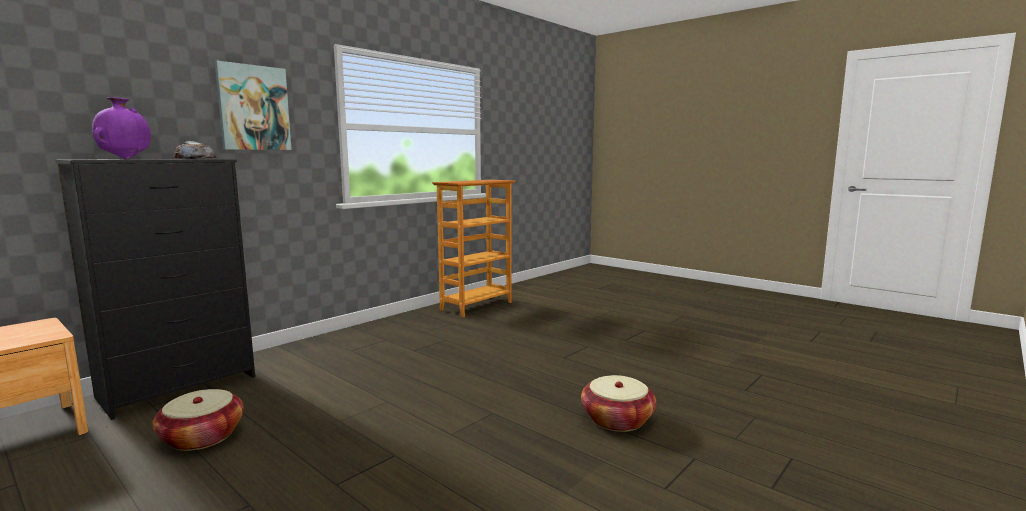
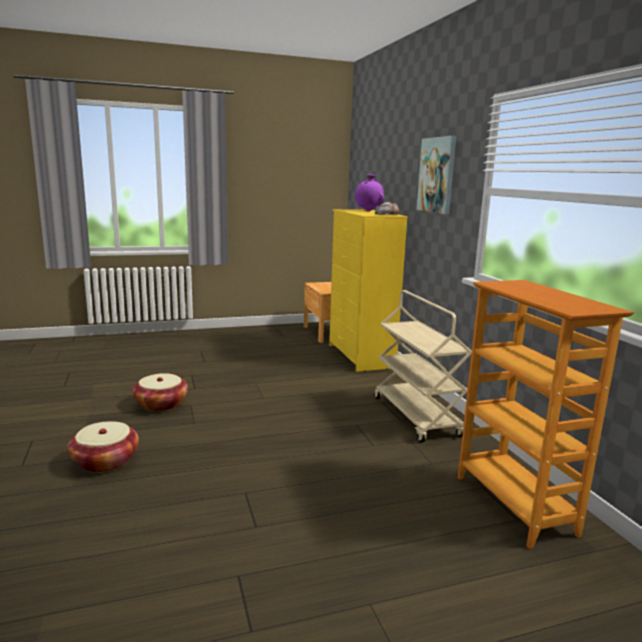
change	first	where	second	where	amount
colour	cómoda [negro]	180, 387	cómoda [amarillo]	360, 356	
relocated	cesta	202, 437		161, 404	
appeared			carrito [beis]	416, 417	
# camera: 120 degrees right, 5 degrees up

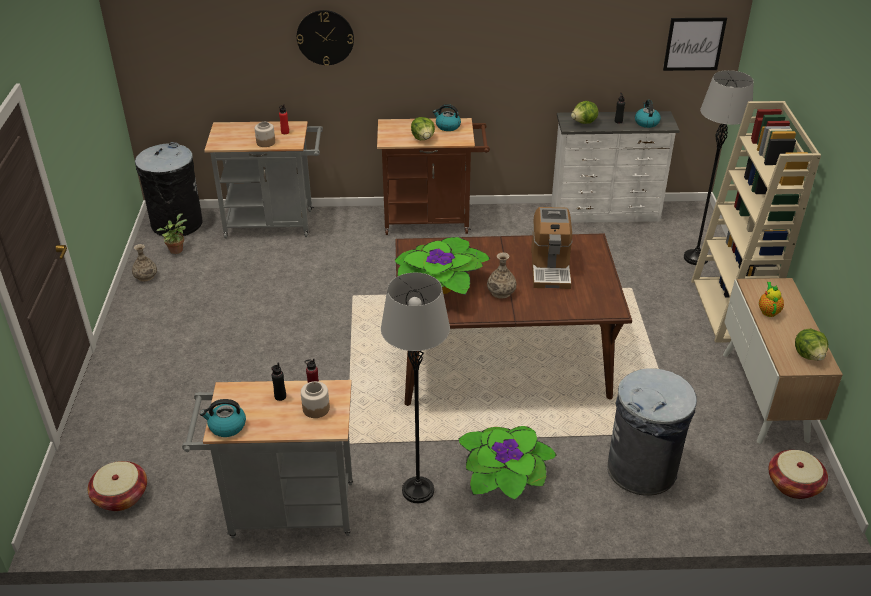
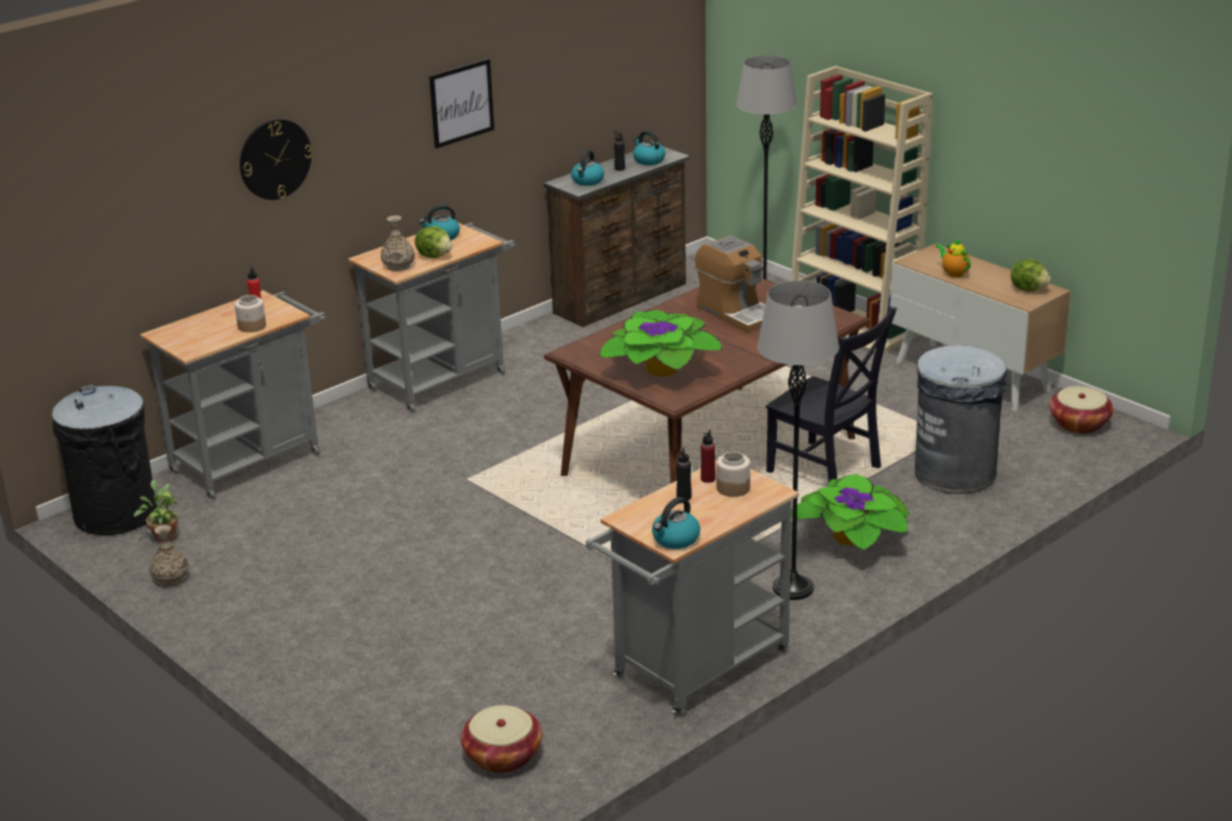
change	first	where	second	where	amount
colour	carrito [marrón]	432, 220	carrito [gris]	444, 378	
relocated	florero	501, 292		398, 266	
colour	cómoda [blanco]	606, 213	cómoda [marrón]	622, 299	
exchanged	lechuga	584, 122	hervidor	587, 181	
relocated	cuadro	694, 44		461, 103	
appeared			silla [negro]	827, 472	
# camera: 40 degrees left, 10 degrees down

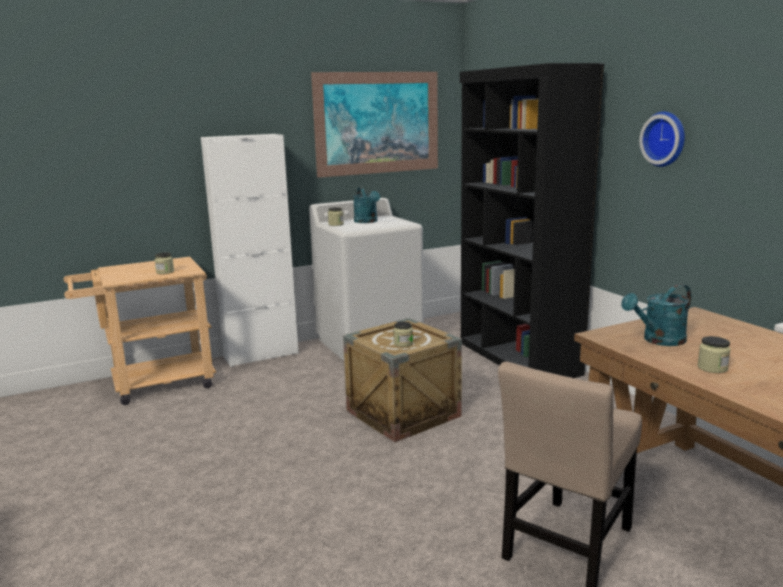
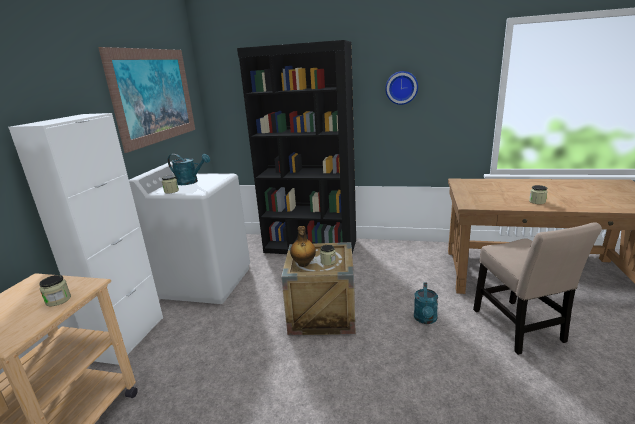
change	first	where	second	where	amount
relocated	regadera [turquesa]	658, 340		425, 319	
appeared			botella	303, 264	
# camera: 50 degrees left, 5 degrees up

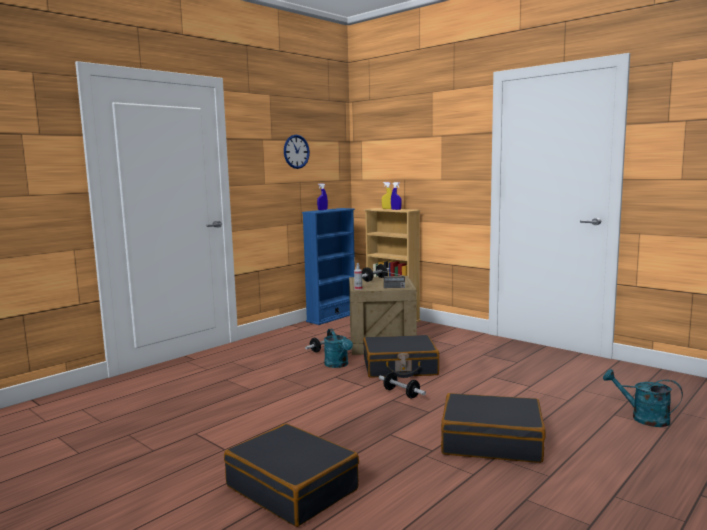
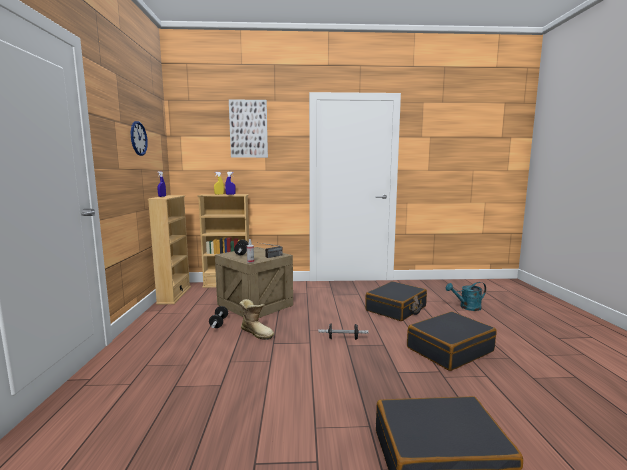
change	first	where	second	where	amount
colour	estantería [azul]	332, 317	estantería [beis]	174, 295	
exchanged	regadera [turquesa]	338, 365	bota	257, 332	
relocated	maleta [negro]	399, 368		396, 309	
appeared			cuadro	248, 129	
# camera: 45 degrees left, 0 degrees up

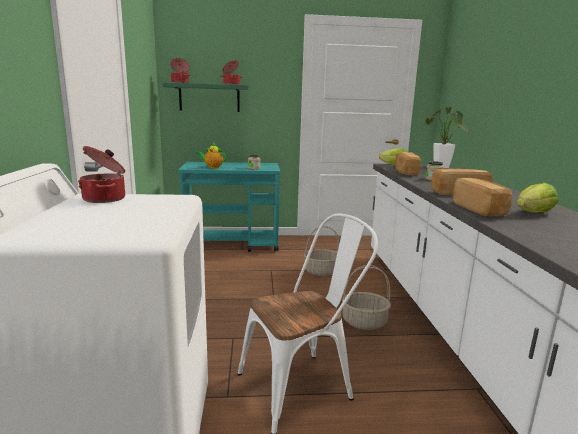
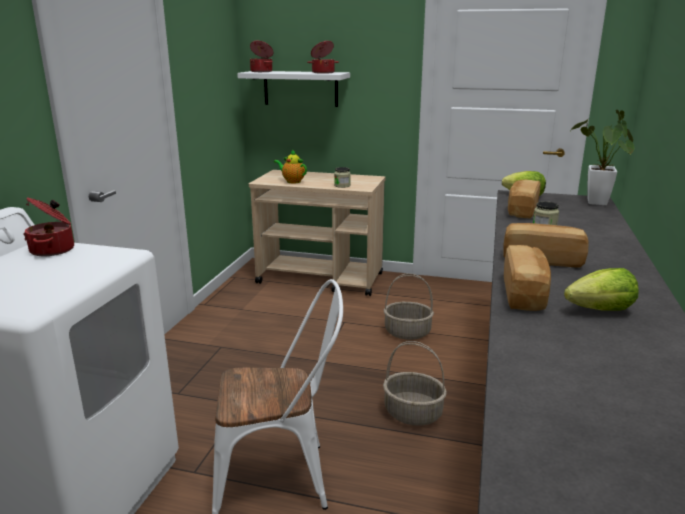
change	first	where	second	where	amount
colour	estante [verde]	209, 98	estante [blanco]	300, 88	
colour	carrito [turquesa]	233, 244	carrito [beis]	321, 278	
# camera: 20 degrees right, 5 degrees up

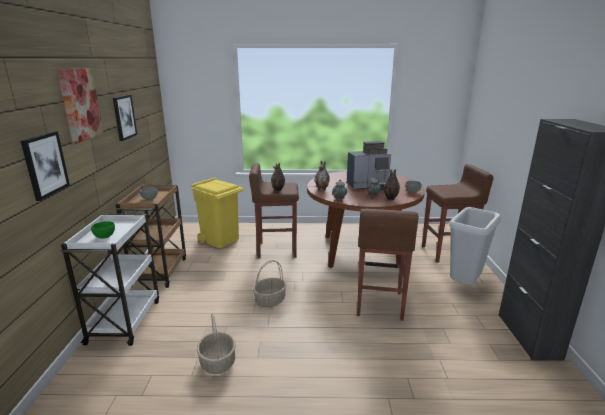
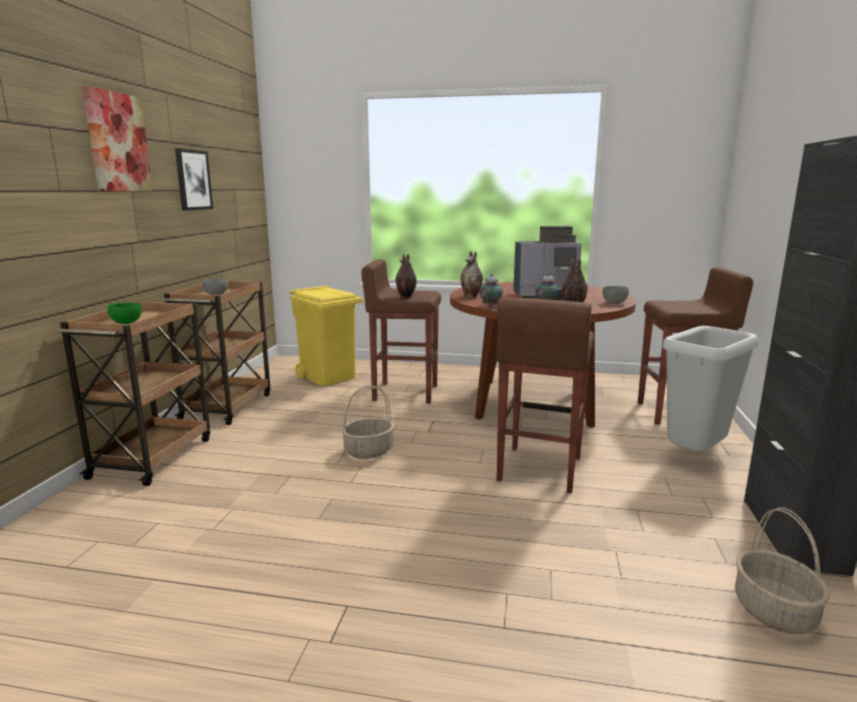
change	first	where	second	where	amount
missing	cuadro	45, 164			
colour	carrito [blanco]	125, 320	carrito [marrón]	154, 457	
relocated	cesta	218, 362		775, 611	
# camera: 10 degrees right, 5 degrees down

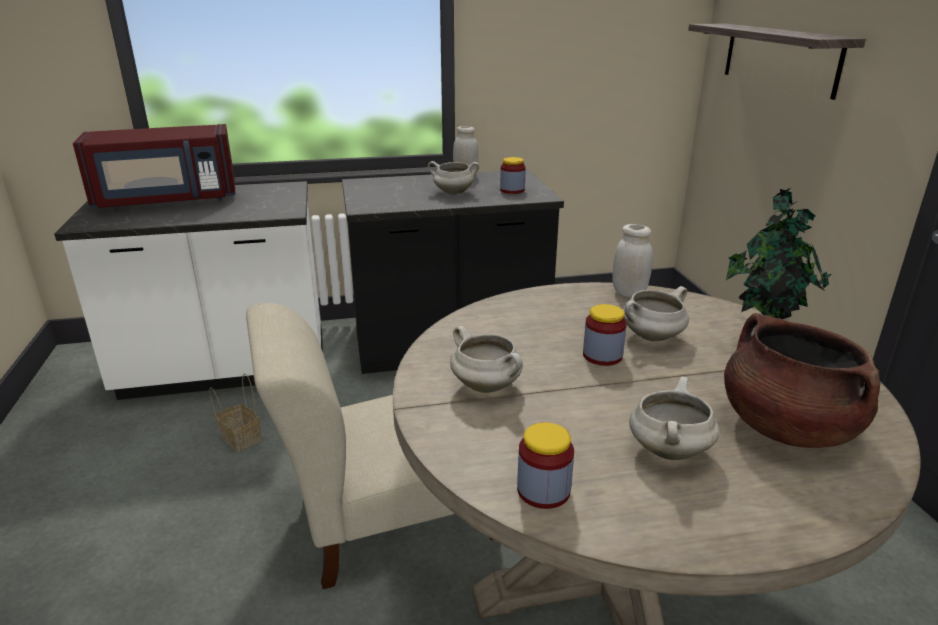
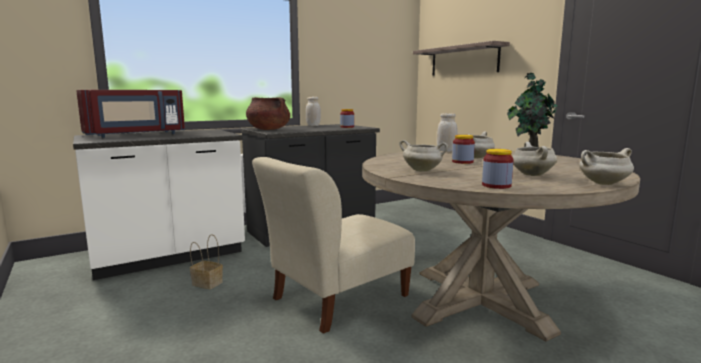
change	first	where	second	where	amount
relocated	olla [blanco]	453, 193		603, 183	
relocated	olla [marrón]	786, 427		268, 129	
# camera: 20 degrees left, 15 degrees down

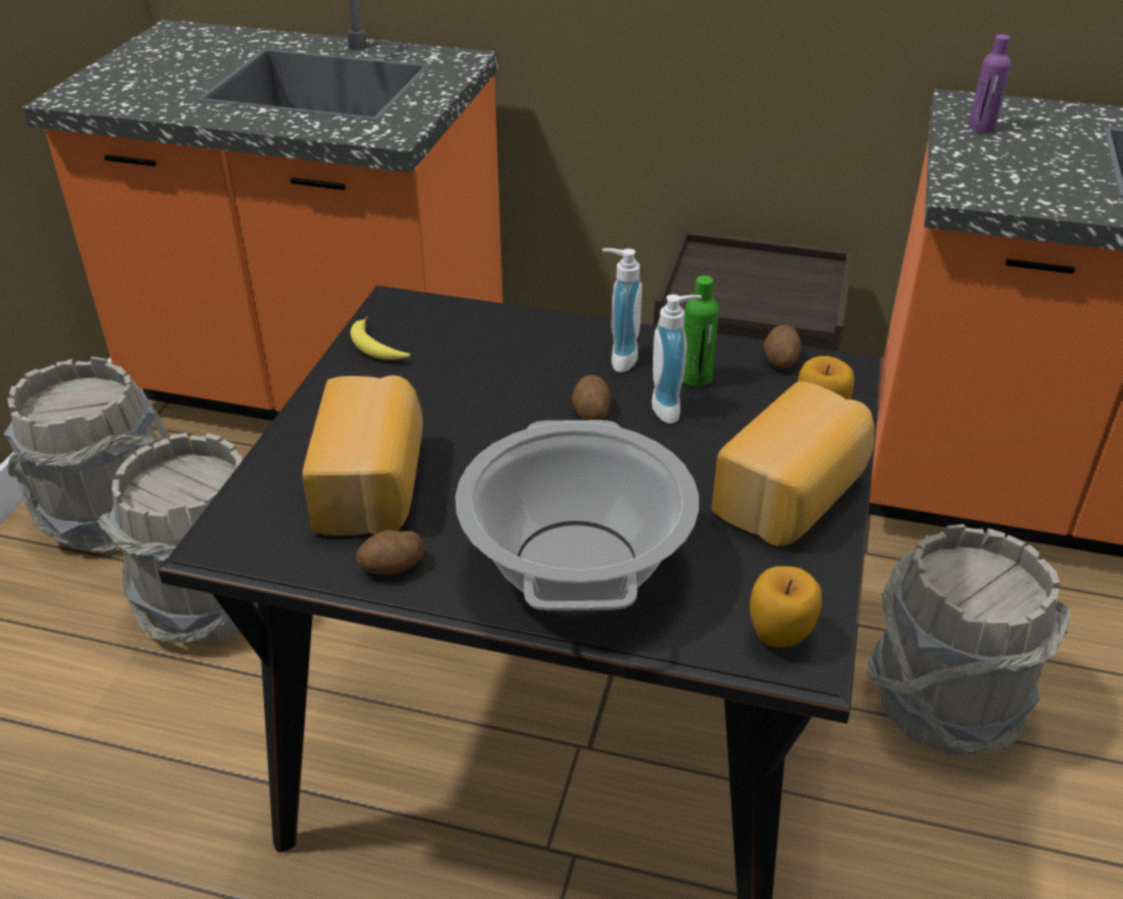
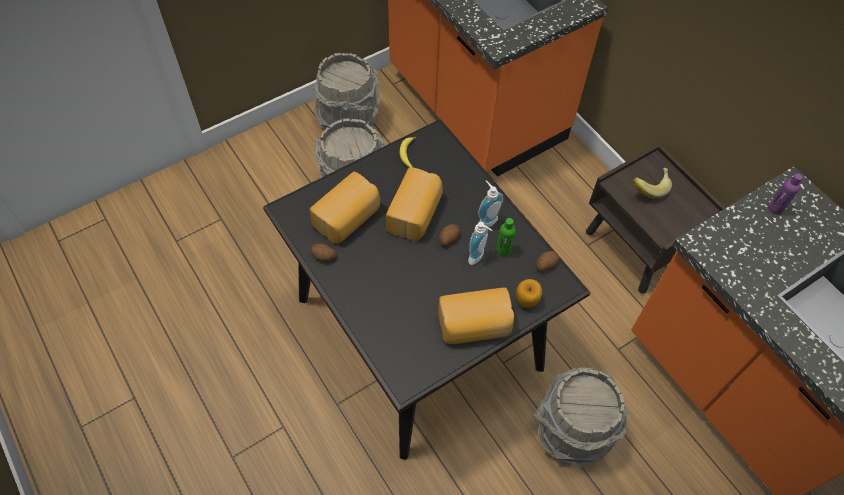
change	first	where	second	where	amount
missing	olla	575, 564			
missing	manzana	779, 637			
appeared			pan	416, 214	
appeared			plátano	649, 187	
# camera: 40 degrees right, 20 degrees up

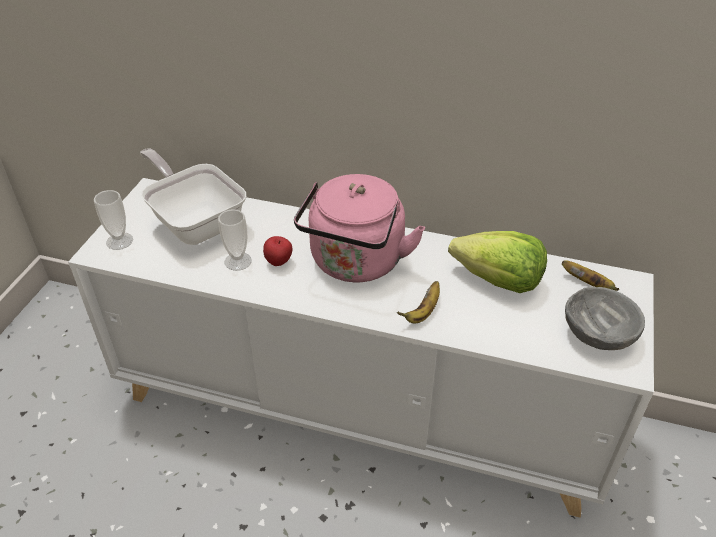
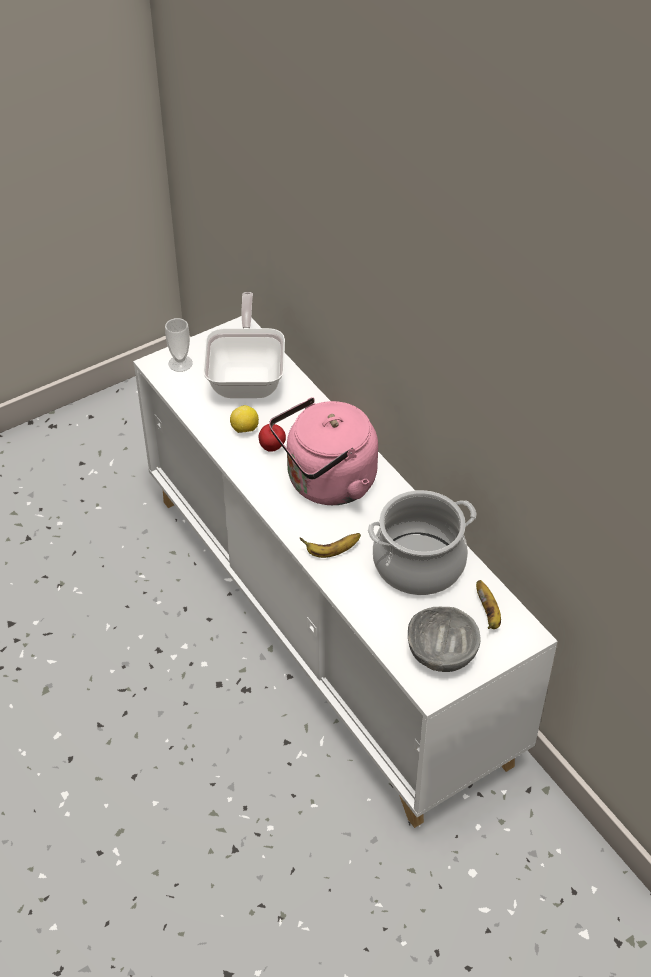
change	first	where	second	where	amount
exchanged	taza	238, 261	limón	244, 429	
exchanged	lechuga	498, 281	olla	419, 564	
# camera: 40 degrees right, 5 degrees up

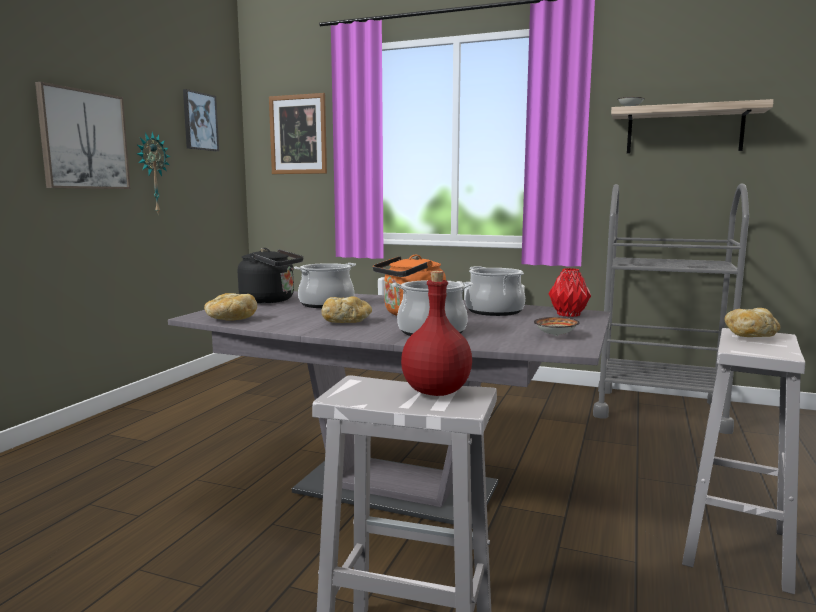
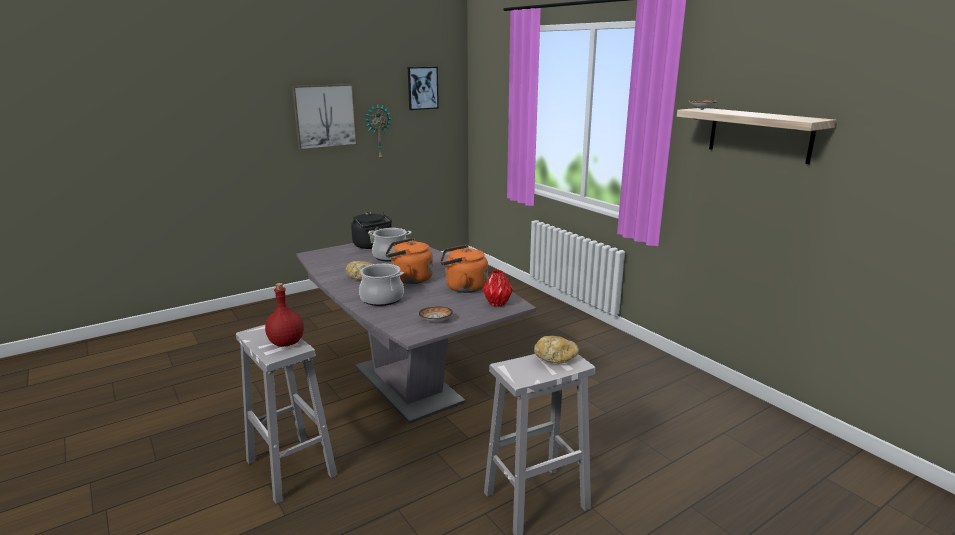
change	first	where	second	where	amount
missing	pan	230, 319			
missing	cuadro	298, 134			
exchanged	olla	494, 311	hervidor [naranja]	463, 287	
missing	carrito [gris]	659, 410			
# camera: 35 degrees right, 10 degrees up

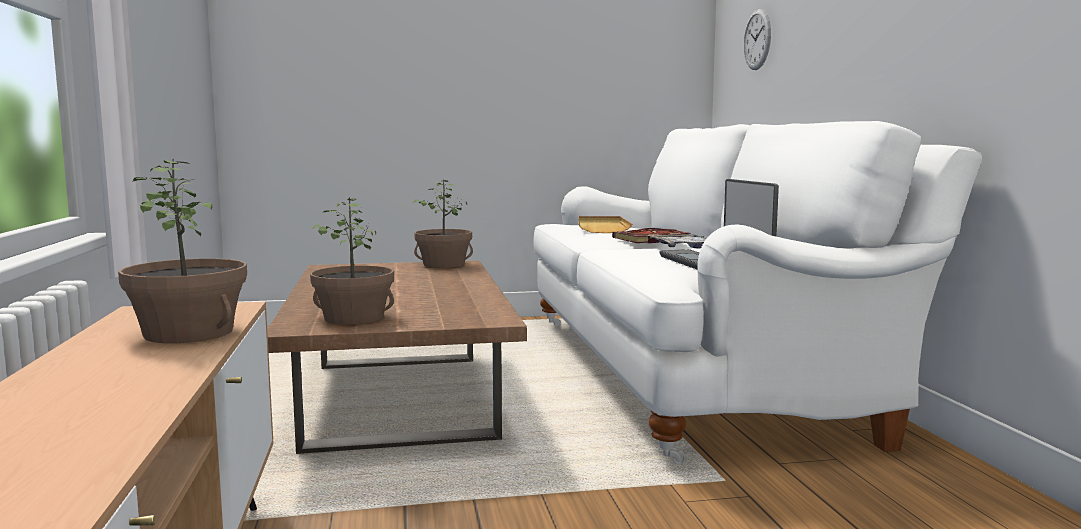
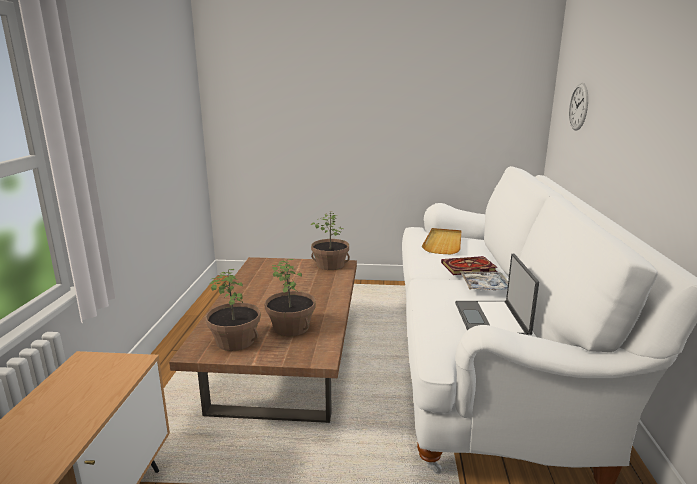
change	first	where	second	where	amount
relocated	planta en maceta	190, 333		291, 327	
# camera: 15 degrees right, 10 degrees up

